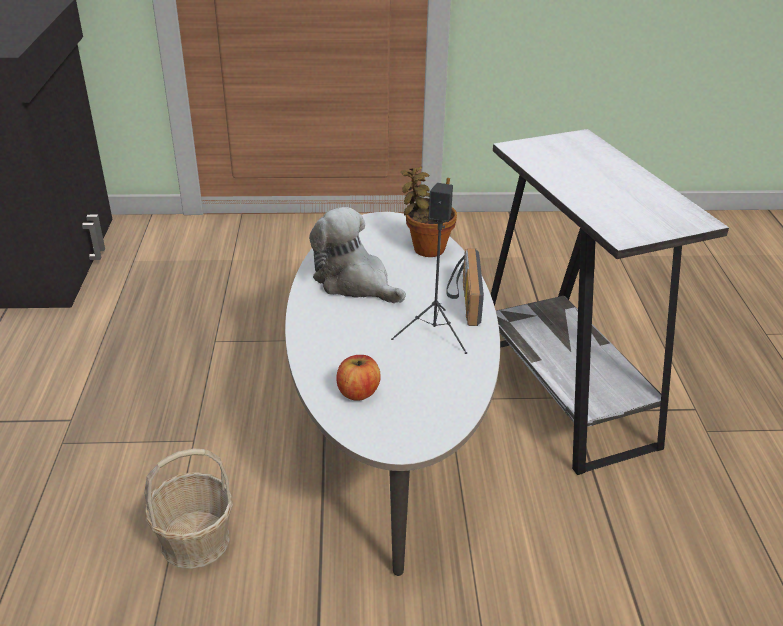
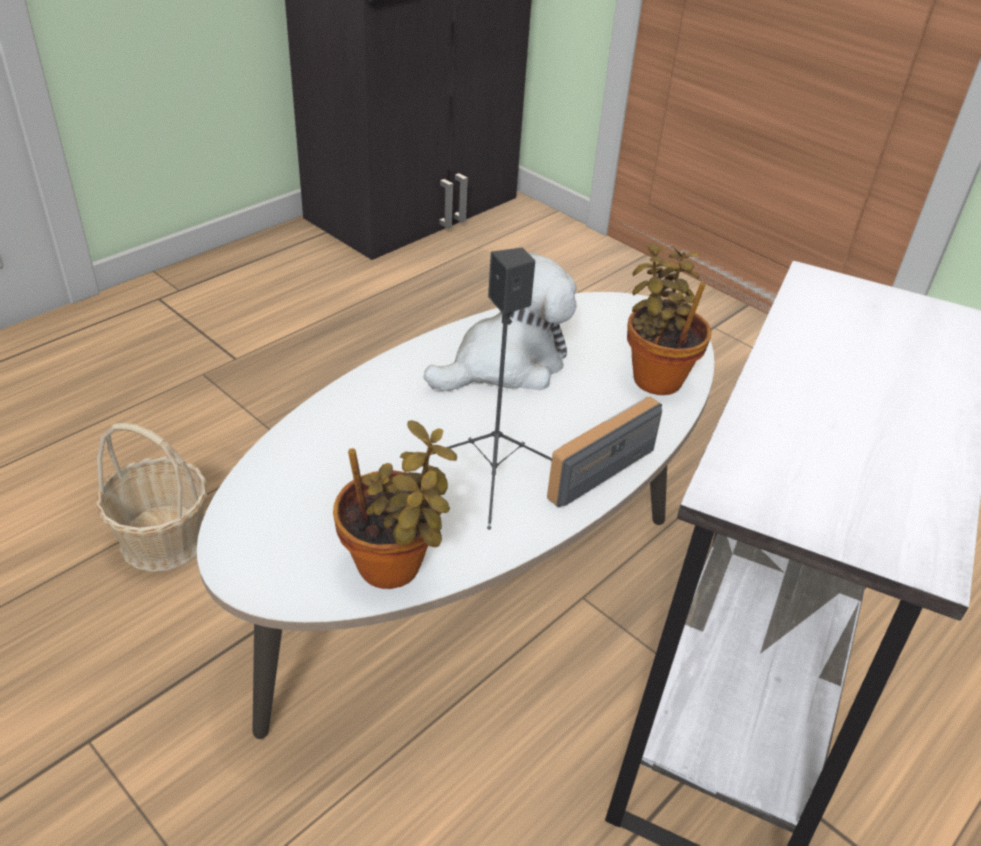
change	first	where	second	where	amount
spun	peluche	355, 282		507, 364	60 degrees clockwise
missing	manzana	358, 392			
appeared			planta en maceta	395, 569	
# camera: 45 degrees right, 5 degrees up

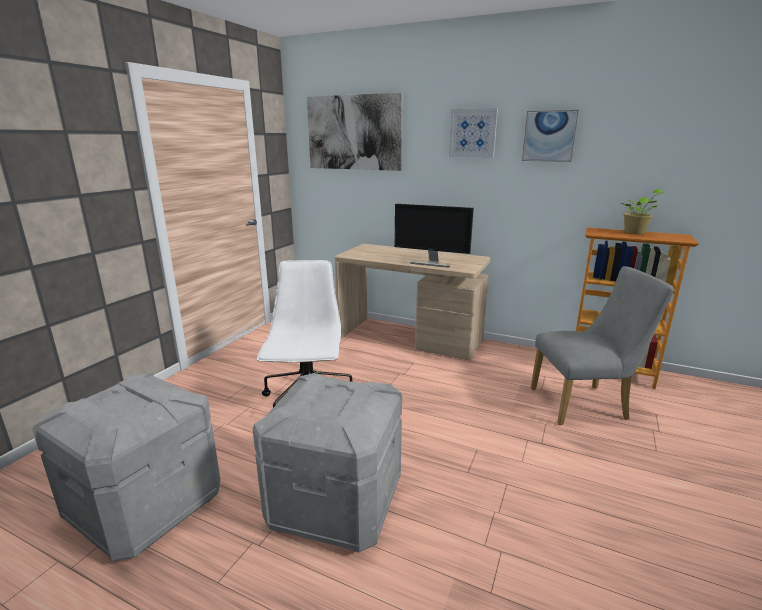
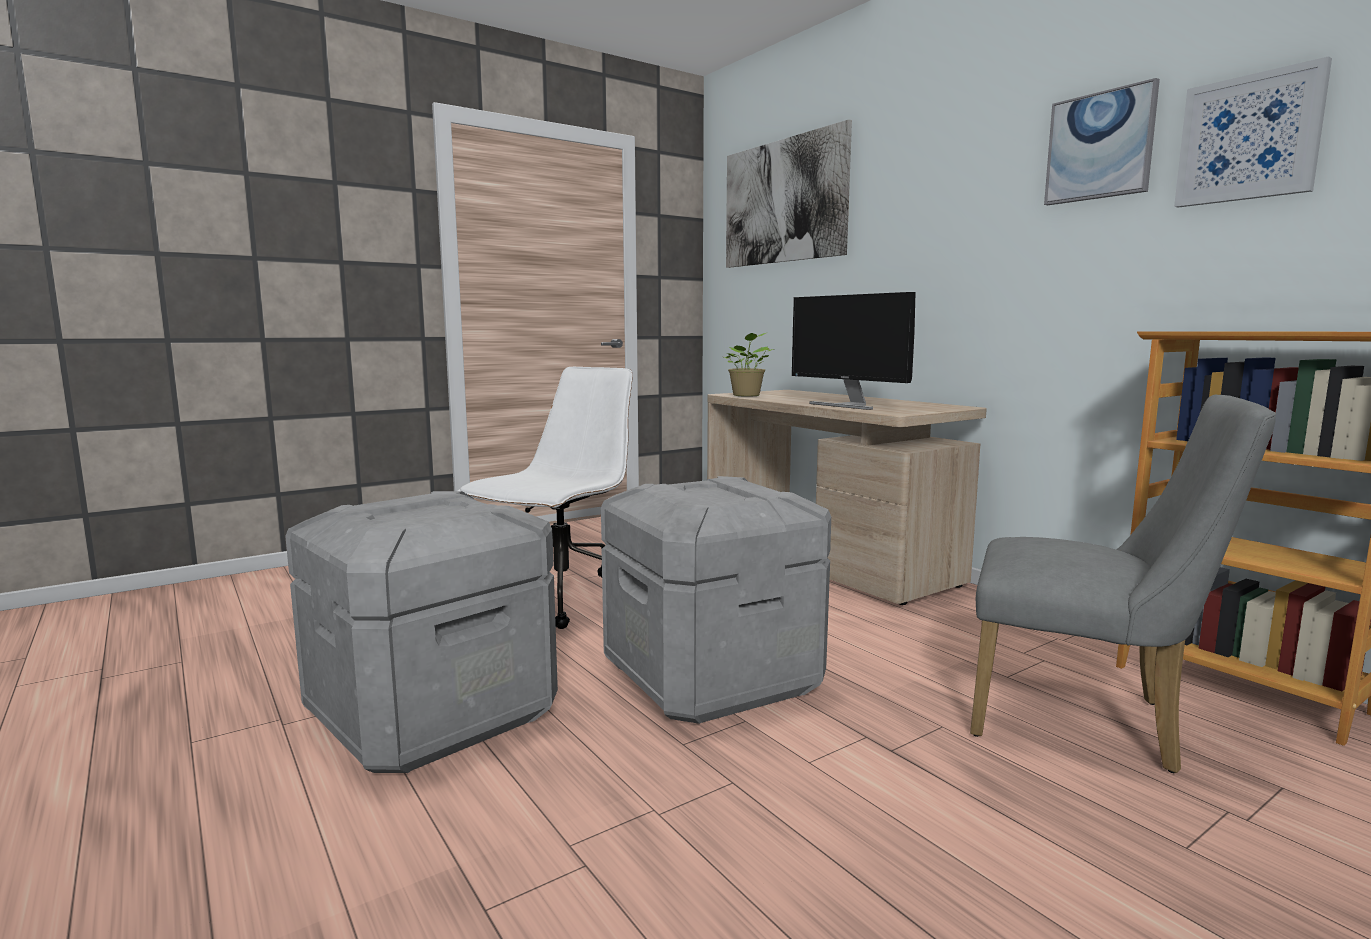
change	first	where	second	where	amount
relocated	caja de almacenaje [gris]	147, 506		713, 677	
relocated	cuadro	473, 133		1249, 138	
relocated	planta en maceta	636, 233		746, 395	
# camera: 30 degrees right, 10 degrees down

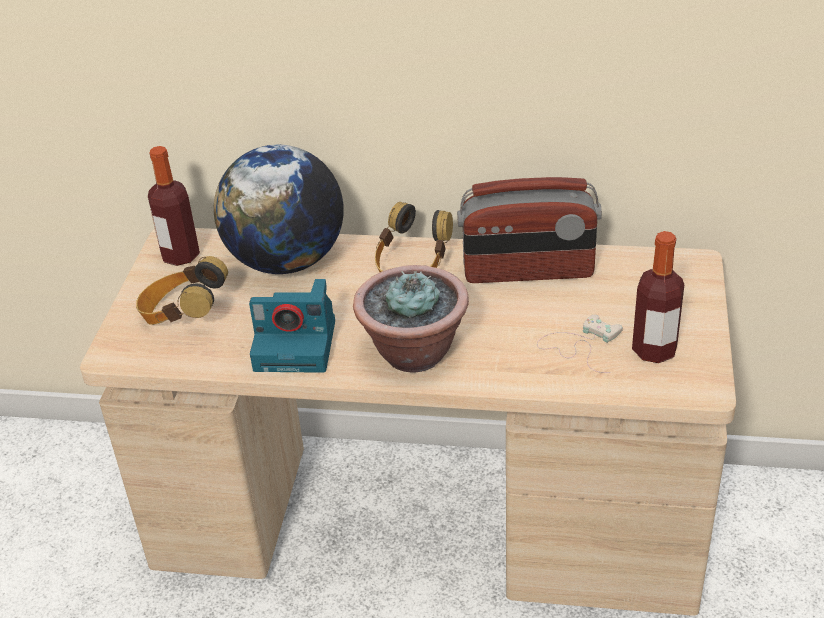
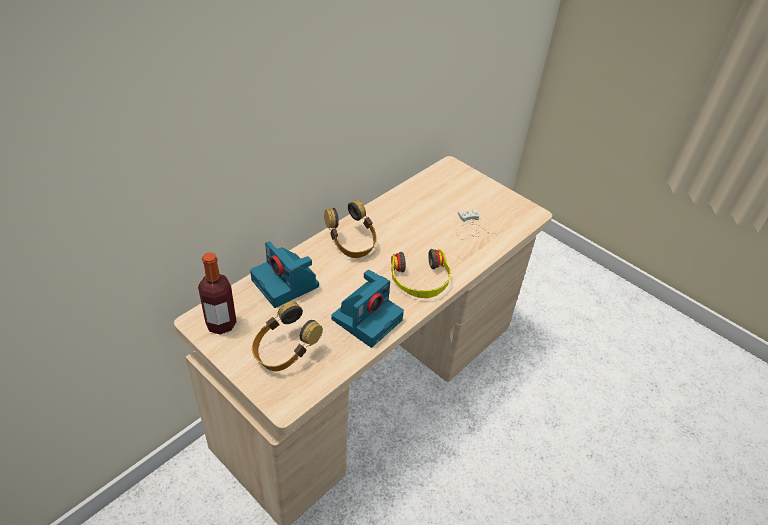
change	first	where	second	where	amount
exchanged	globo terráqueo	286, 261	cámara	286, 284	
exchanged	planta en maceta	413, 352	auriculares	420, 280	
missing	radio	528, 272			
missing	botella	654, 350			
# camera: 60 degrees left, 5 degrees up

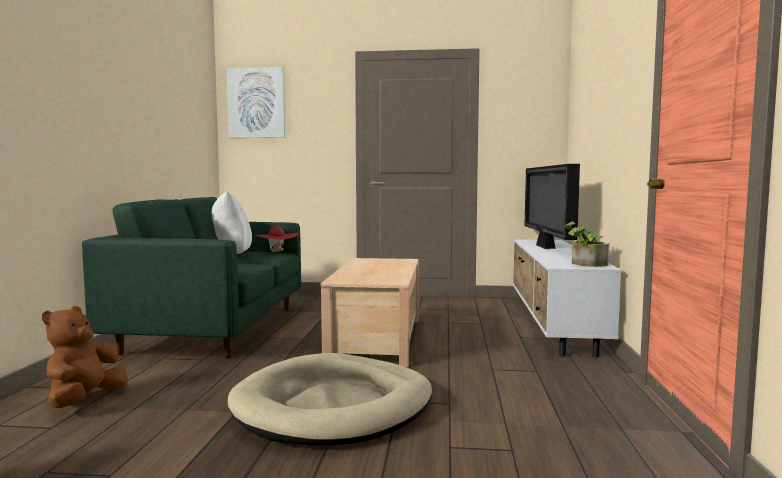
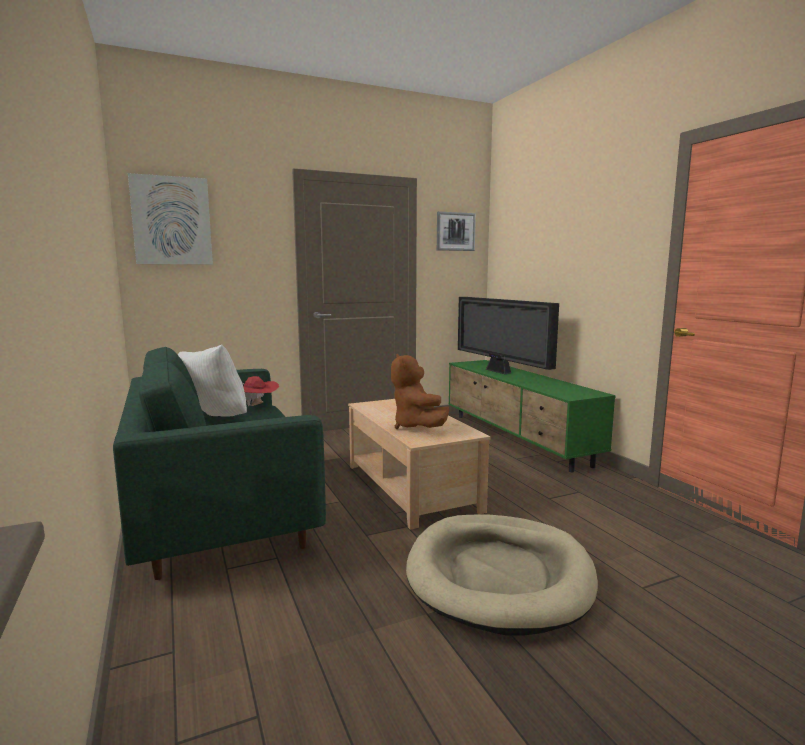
change	first	where	second	where	amount
relocated	peluche [marrón]	84, 400		417, 427	
colour	mueble de televisión [blanco]	553, 323	mueble de televisión [verde]	517, 439	
missing	planta en maceta	585, 264			
appeared			cuadro	455, 231	
# camera: 30 degrees left, 5 degrees up

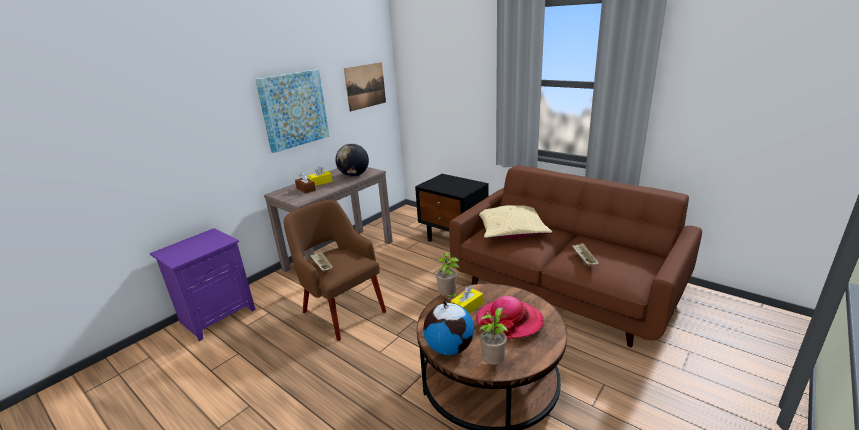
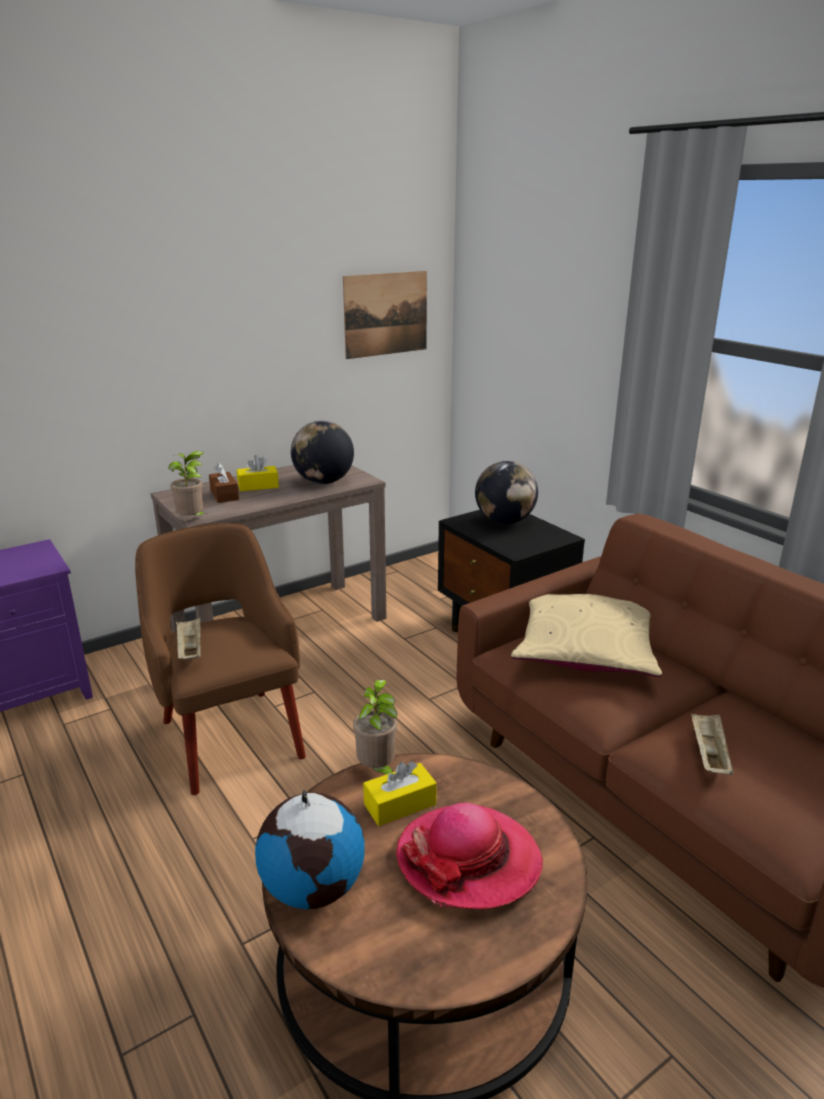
change	first	where	second	where	amount
missing	cuadro	294, 109			
relocated	planta en maceta	494, 363		193, 520	
appeared			globo terráqueo	505, 521	
# camera: 15 degrees right, 0 degrees up

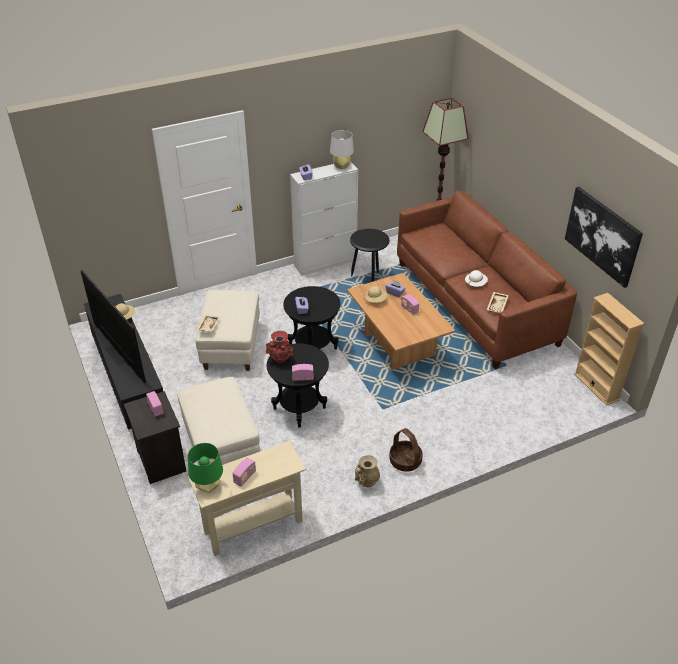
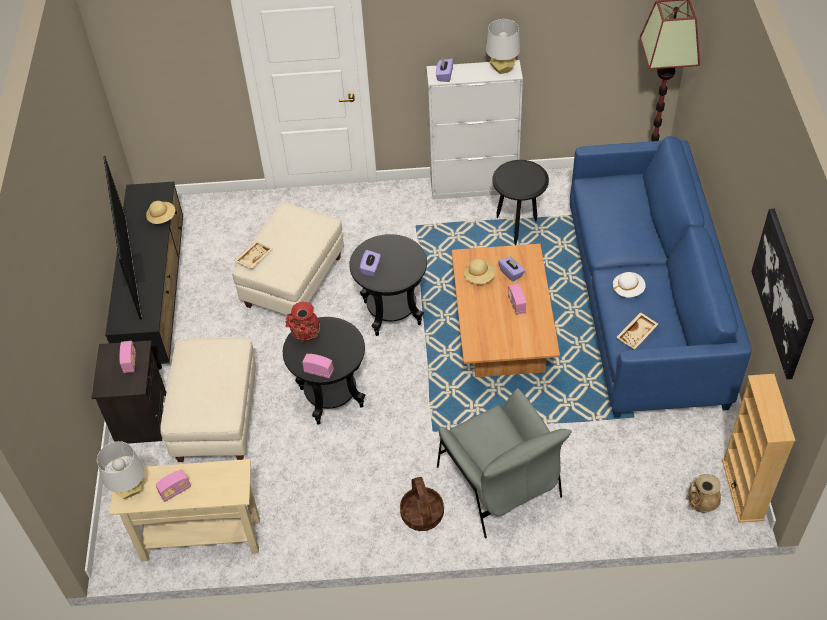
change	first	where	second	where	amount
colour	lámpara de mesa [verde]	208, 487	lámpara de mesa [gris]	130, 489	
relocated	florero [beis]	366, 482		700, 505	
colour	sofá [marrón]	475, 303	sofá [azul]	645, 306	
appeared			sillón [gris]	499, 483	
# camera: 25 degrees right, 10 degrees up

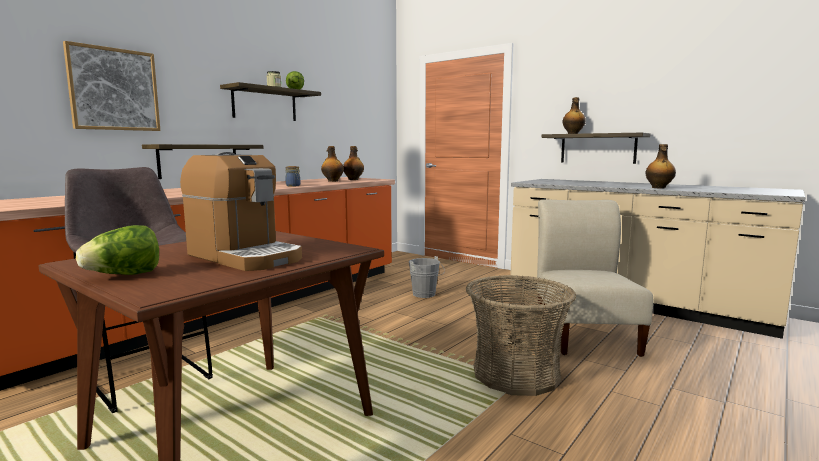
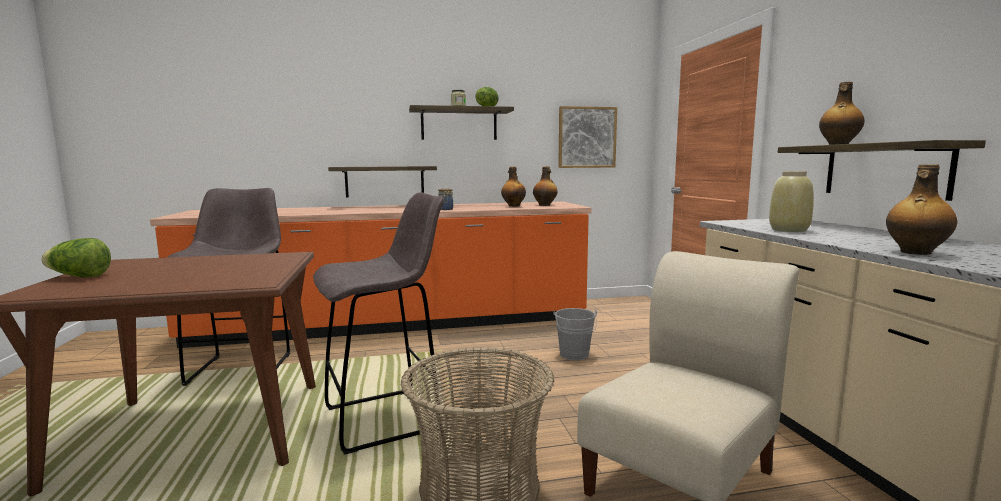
change	first	where	second	where	amount
relocated	cuadro	114, 89		587, 137	
missing	cafetera	244, 257			
appeared			taburete [gris]	386, 418	
appeared			florero [beis]	788, 230	
# camera: 40 degrees right, 0 degrees up

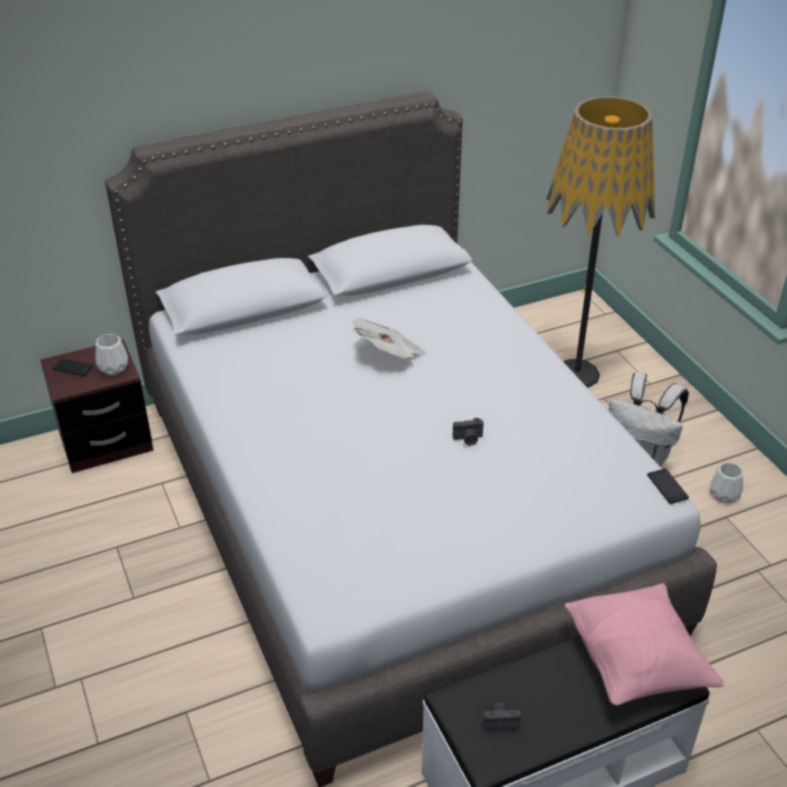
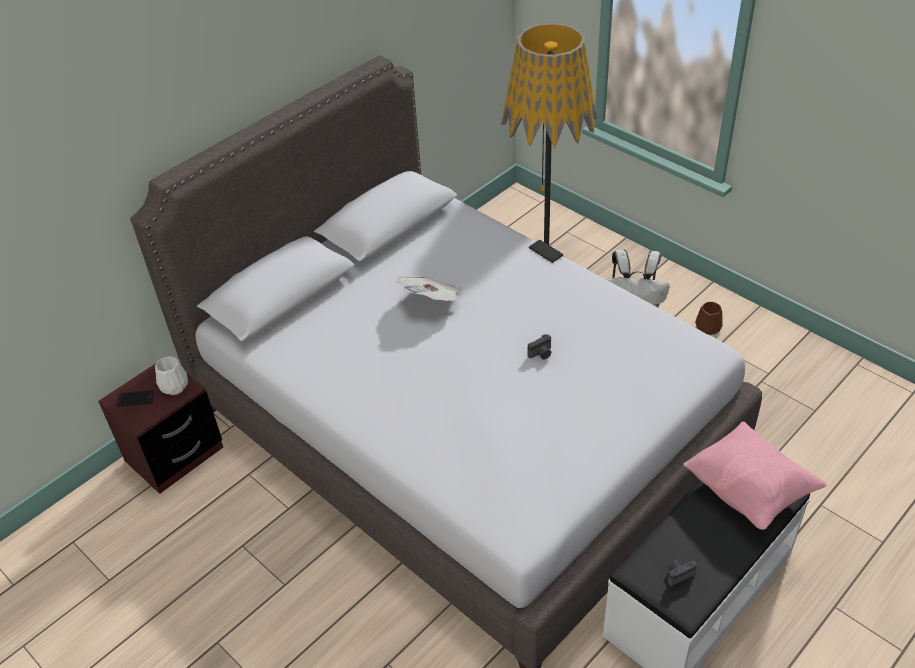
change	first	where	second	where	amount
relocated	móvil	667, 486		545, 251	
colour	florero [blanco]	725, 494	florero [marrón]	708, 328	
# camera: 20 degrees left, 5 degrees up

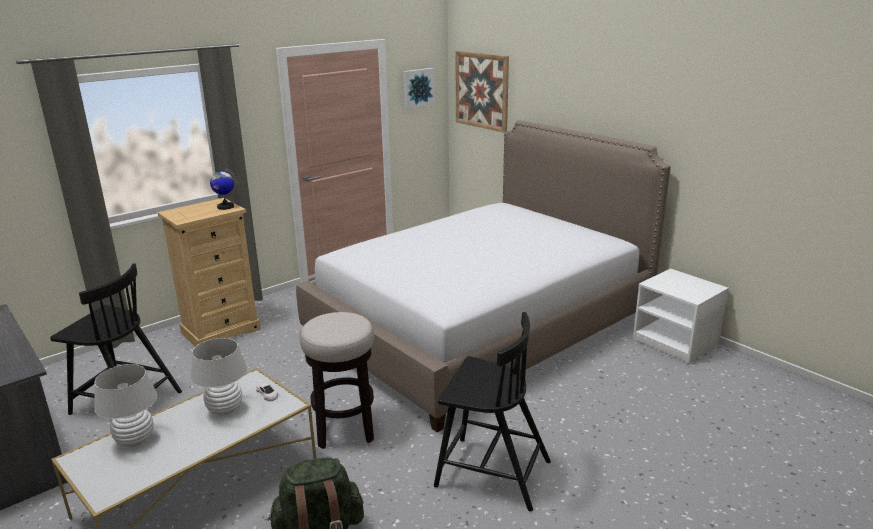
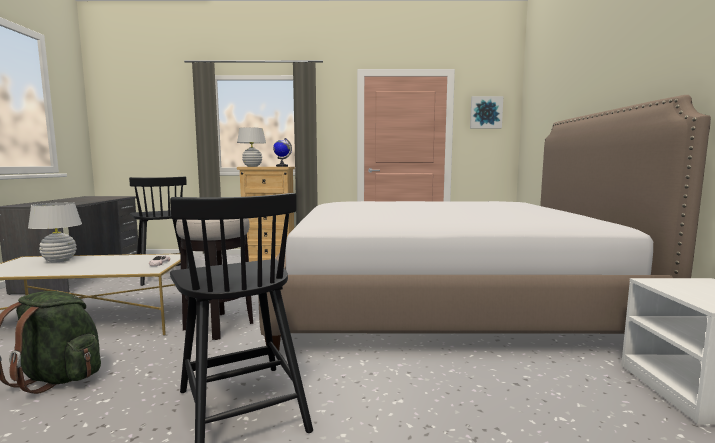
change	first	where	second	where	amount
relocated	lámpara de mesa [blanco]	225, 410		252, 166	
missing	cuadro	481, 90			
# camera: 40 degrees right, 15 degrees down

